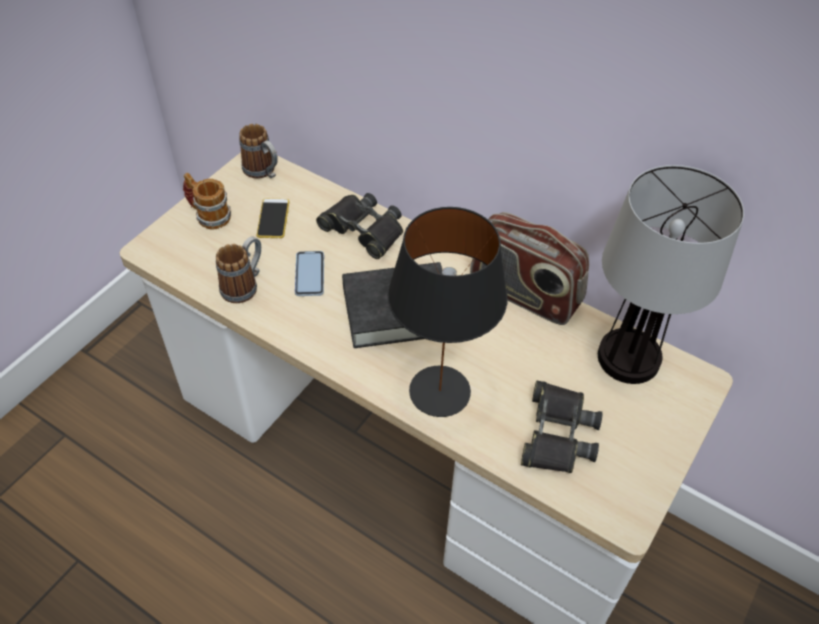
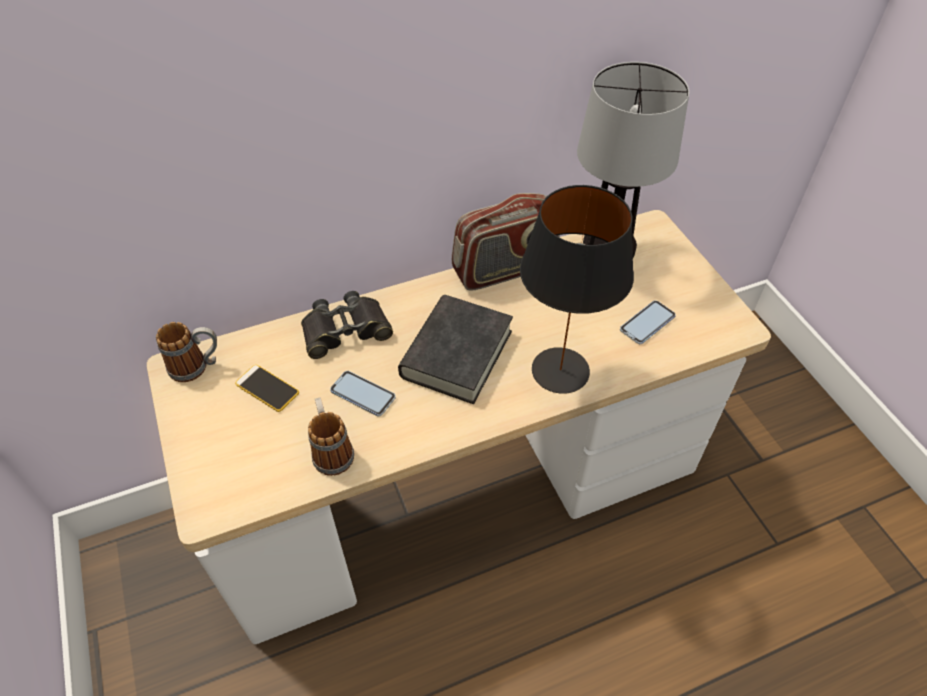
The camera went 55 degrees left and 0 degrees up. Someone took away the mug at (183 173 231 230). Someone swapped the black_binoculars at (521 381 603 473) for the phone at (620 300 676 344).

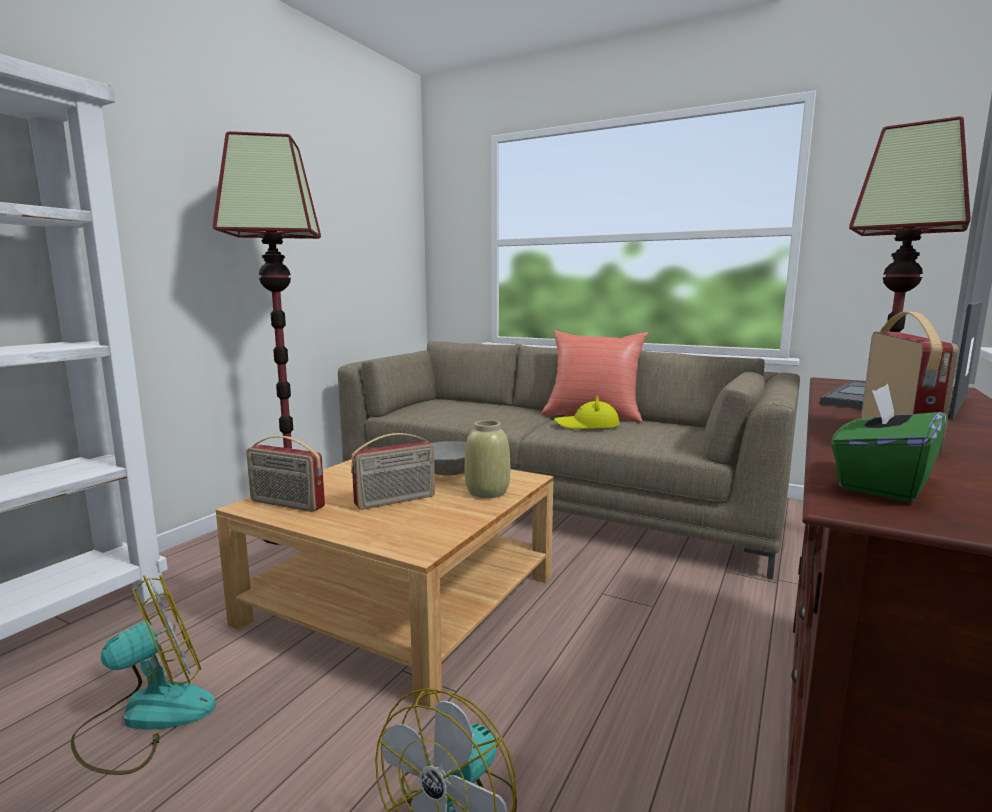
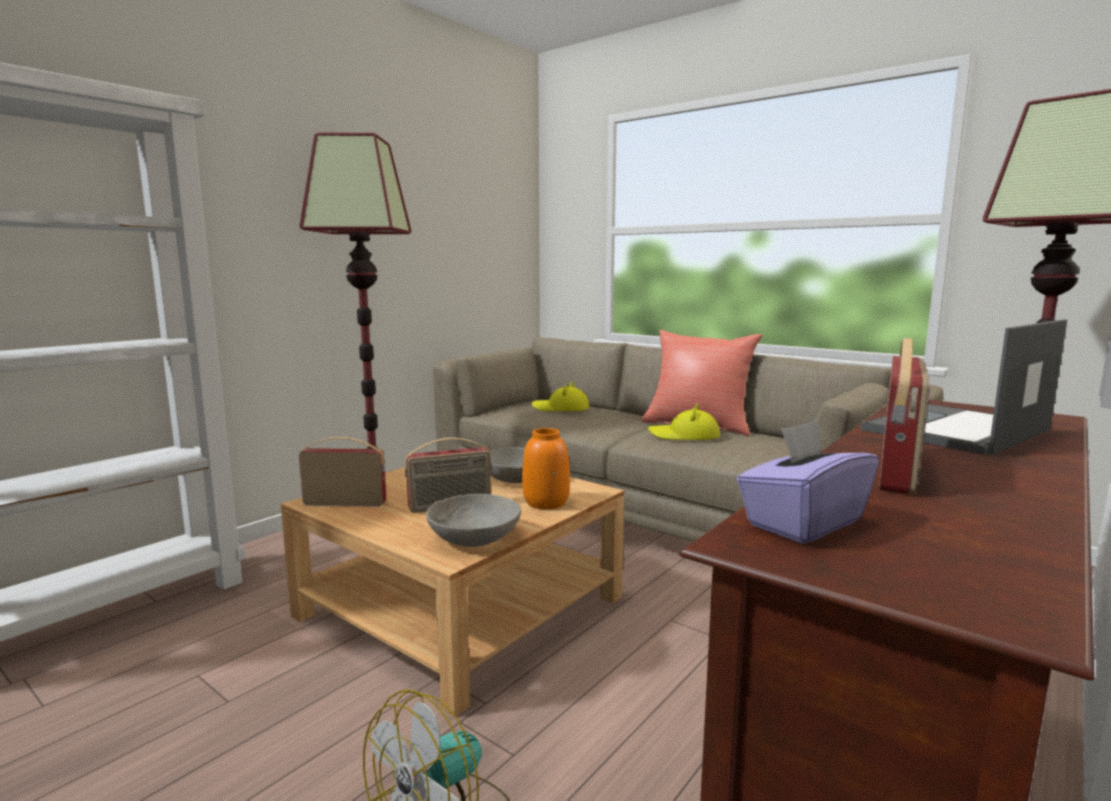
The camera went 10 degrees right and 0 degrees up. Someone took away the fan at (71 575 216 775). Someone rotated the radio at (246 436 325 512) by 150 degrees clockwise. Someone repainted the beige_vase at (465 420 510 498), which became the orange_vase at (522 428 570 510). Someone repainted the green_tissue_box at (831 383 947 502), which became the purple_tissue_box at (737 420 879 544). Someone put down the grey_bowl at (426 494 521 547). Someone put down the yellow_hat at (532 382 590 411).

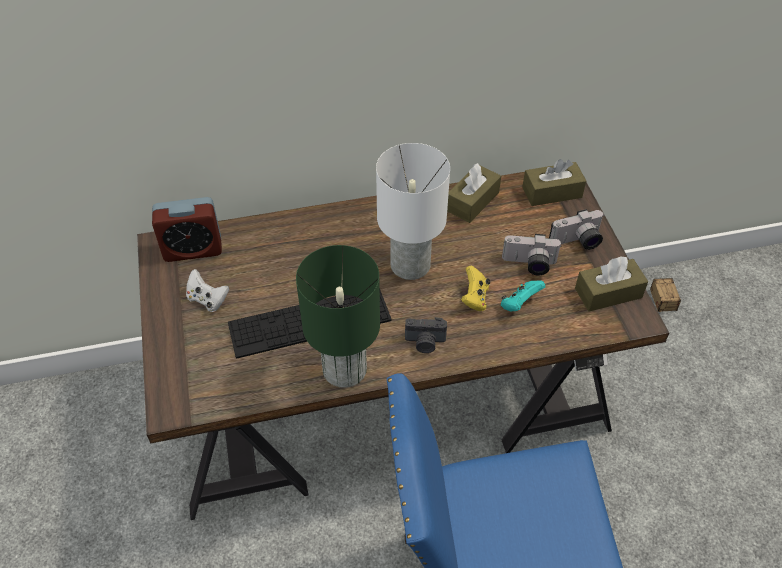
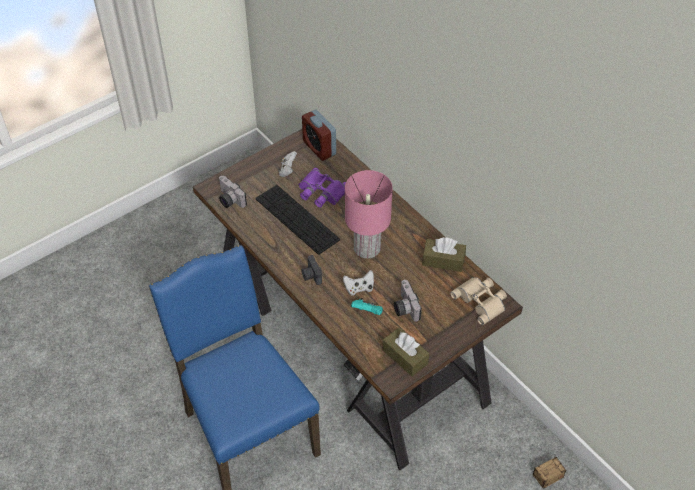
The camera went 65 degrees right and 0 degrees up. Someone took away the green_table_lamp at (296 245 380 388). Someone repainted the white_table_lamp at (376 143 450 280), which became the pink_table_lamp at (345 170 393 258). Someone repainted the yellow_game_controller at (461 266 490 311), which became the white_game_controller at (343 270 374 295). Someone swapped the brown_tissue_box at (522 159 586 206) for the beige_binoculars at (450 277 507 325). Someone carried the photo_camera from (549 209 603 250) to (219 175 247 208). Someone put down the purple_binoculars at (299 168 346 207).

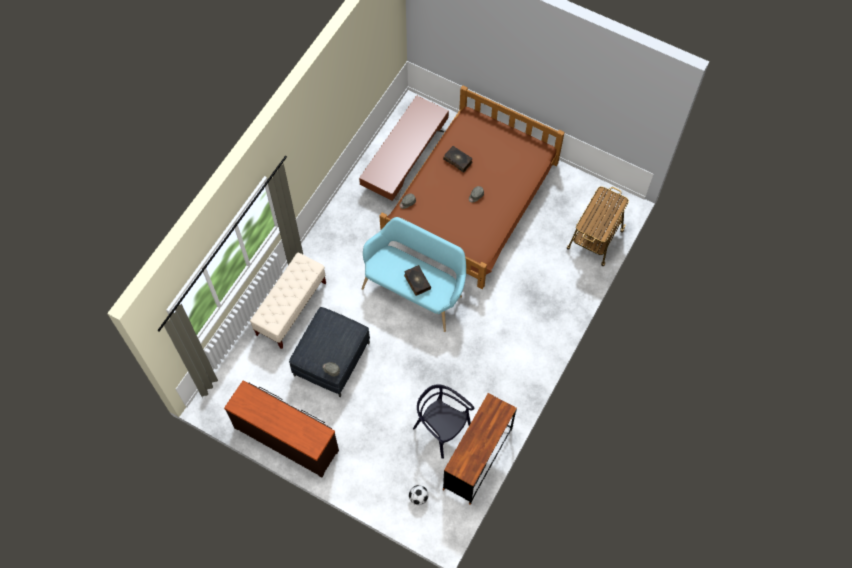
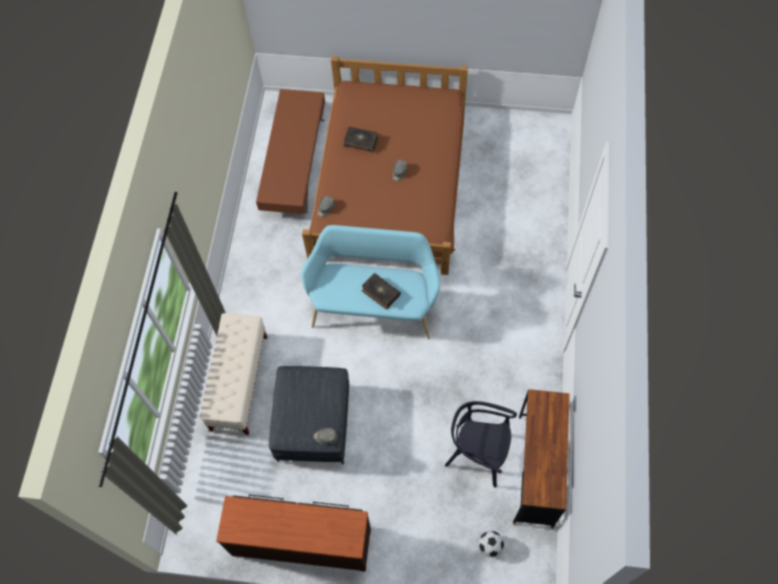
The camera went 20 degrees left and 0 degrees up. Someone took away the cart at (567 186 629 266).

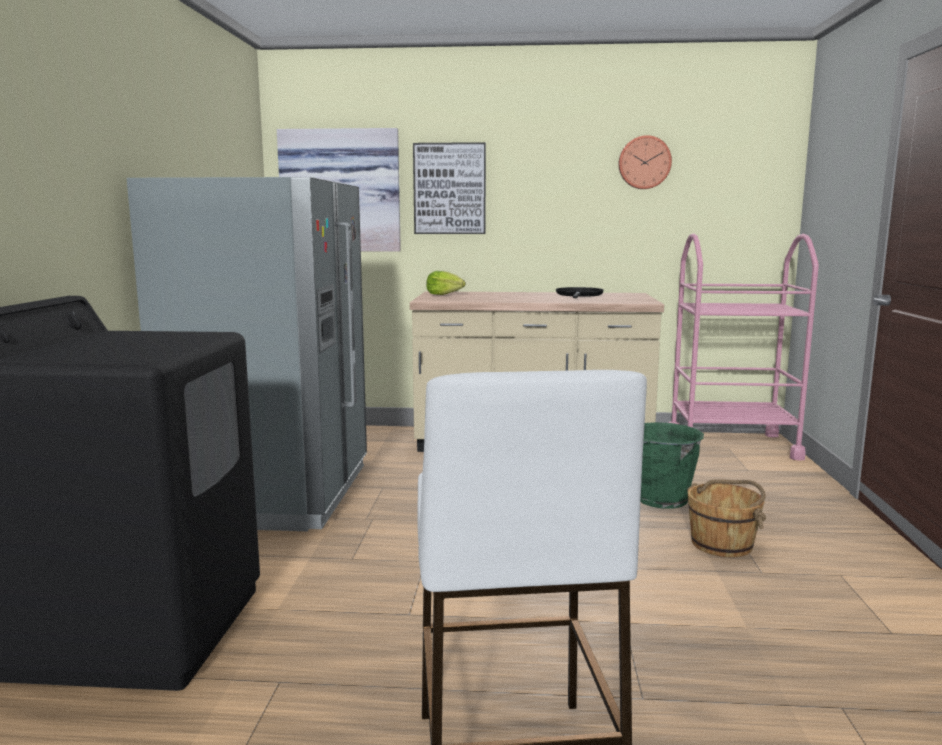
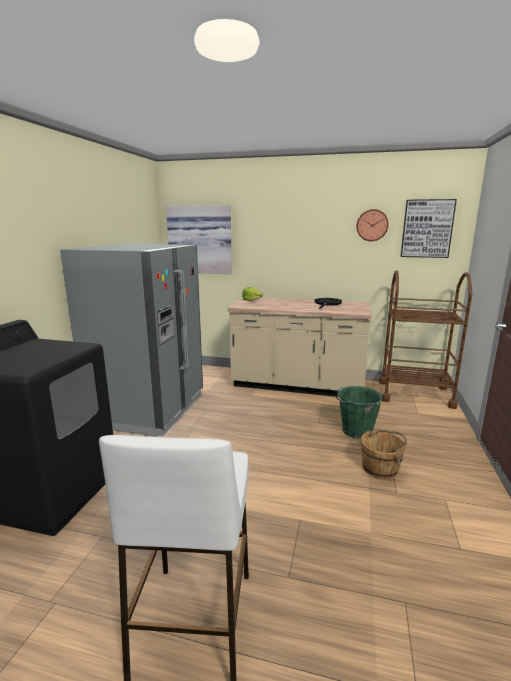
The camera went 10 degrees right and 5 degrees up. Someone carried the picture from (413 142 486 234) to (401 199 457 258). Someone repainted the pink_cart at (668 233 819 461), which became the brown_cart at (379 271 473 409).

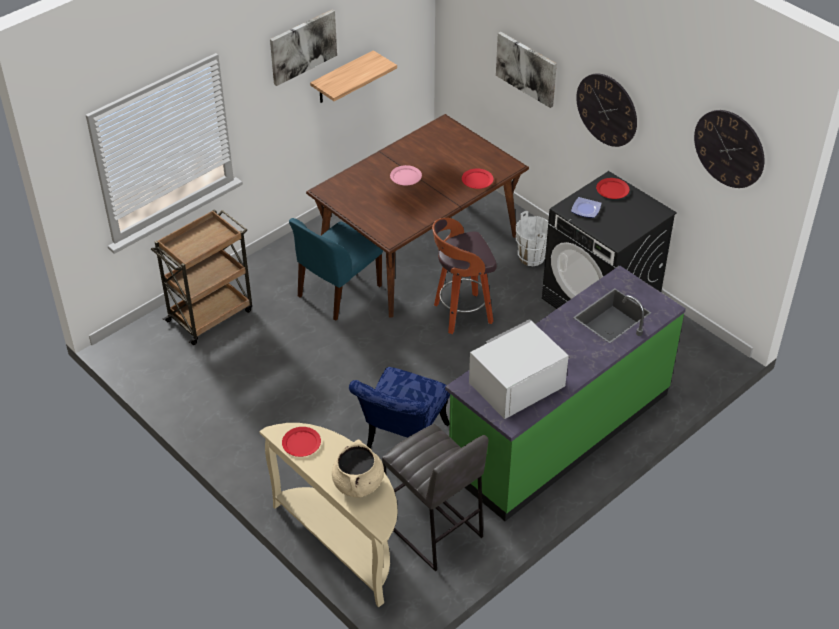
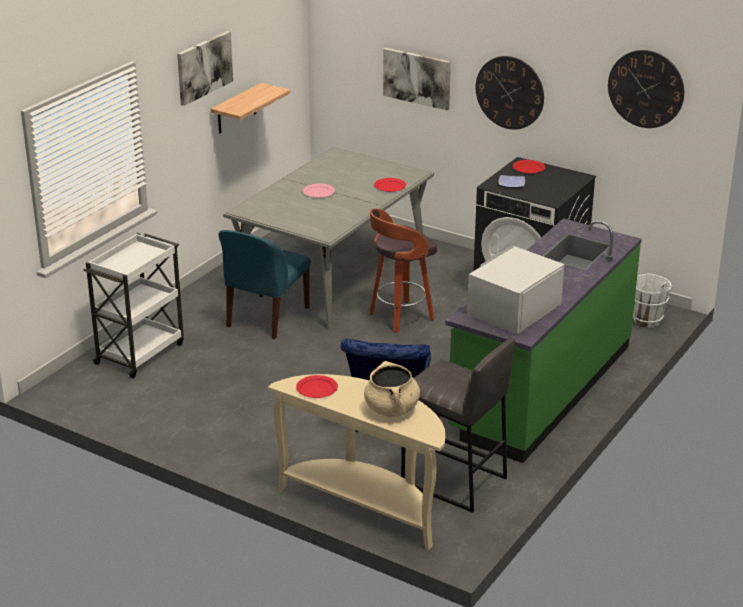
The camera went 15 degrees left and 15 degrees down. Someone repainted the brown_cart at (151 209 252 345), which became the white_cart at (83 233 184 378). Someone repainted the brown_dining_table at (306 114 529 318), which became the grey_dining_table at (223 147 434 329). Someone carried the white_bucket from (516 211 549 266) to (633 269 672 327).

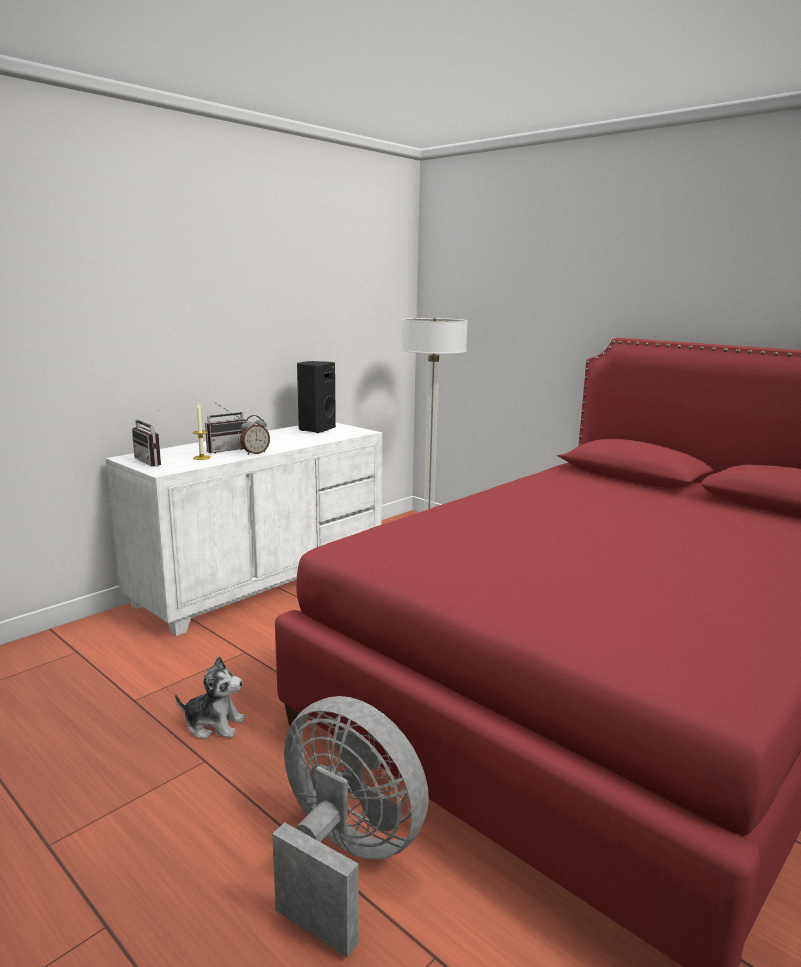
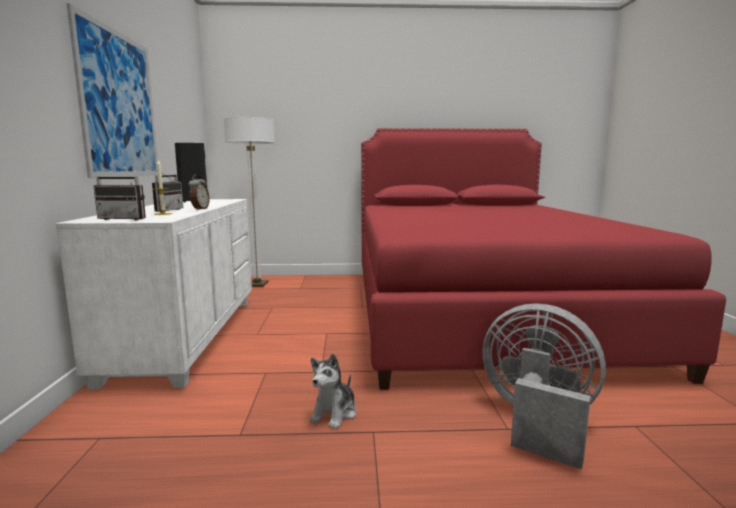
The camera went 45 degrees left and 5 degrees down. Someone rotated the plush_toy at (175 656 245 739) by 150 degrees clockwise. Someone rotated the grey_fan at (272 696 429 958) by 45 degrees clockwise. Someone put up the picture at (67 3 158 178).

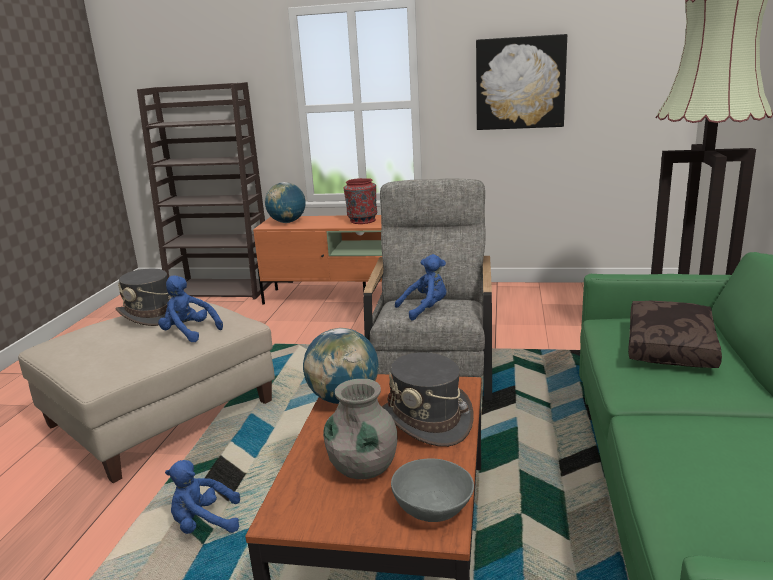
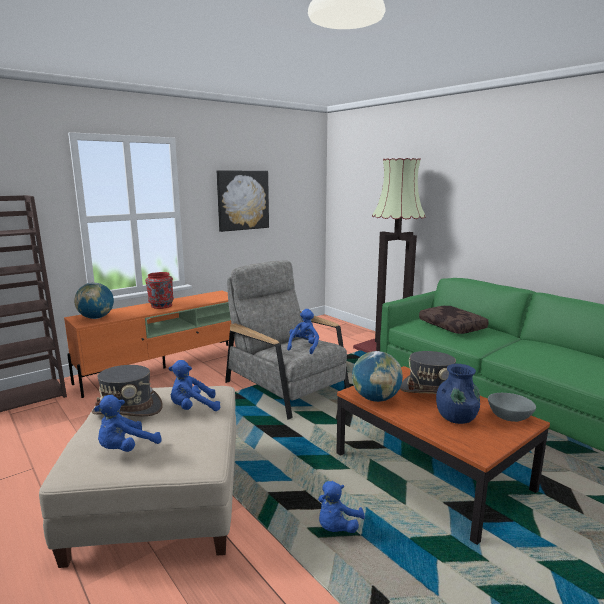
The camera went 50 degrees left and 5 degrees down. Someone repainted the grey_vase at (323 379 397 479), which became the blue_vase at (436 364 480 424). Someone put down the blue_plush_toy at (94 395 162 452).

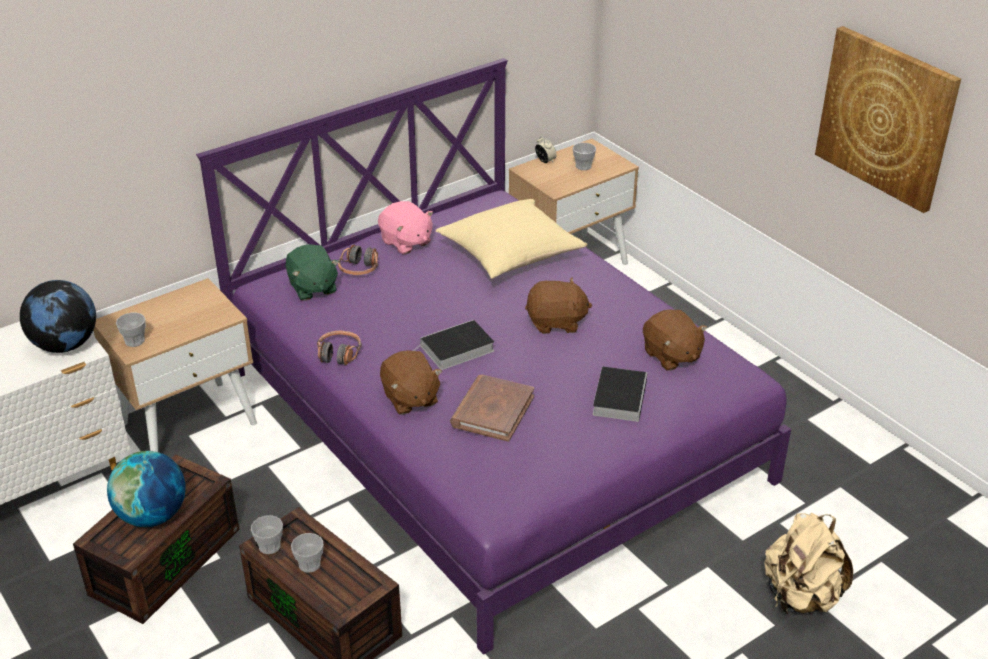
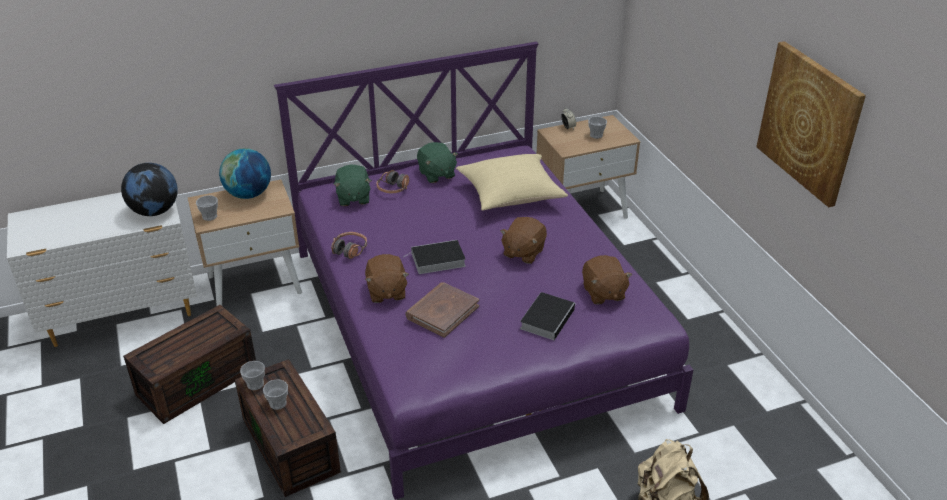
The camera went 15 degrees right and 0 degrees up. Someone carried the globe from (107 451 186 527) to (219 148 271 199). Someone repainted the pink_plush_toy at (378 201 433 254), which became the green_plush_toy at (417 142 458 183). Someone rotated the brown_plush_toy at (525 277 592 334) by 105 degrees clockwise.

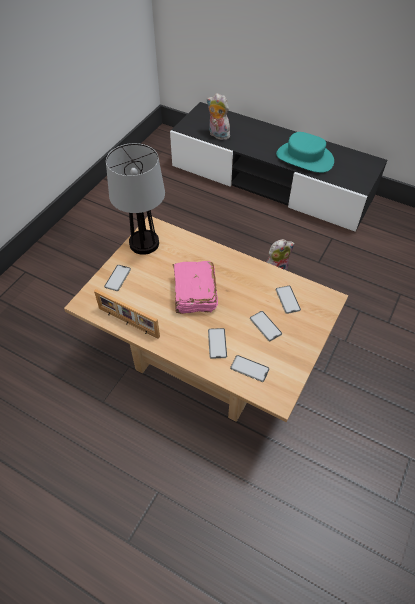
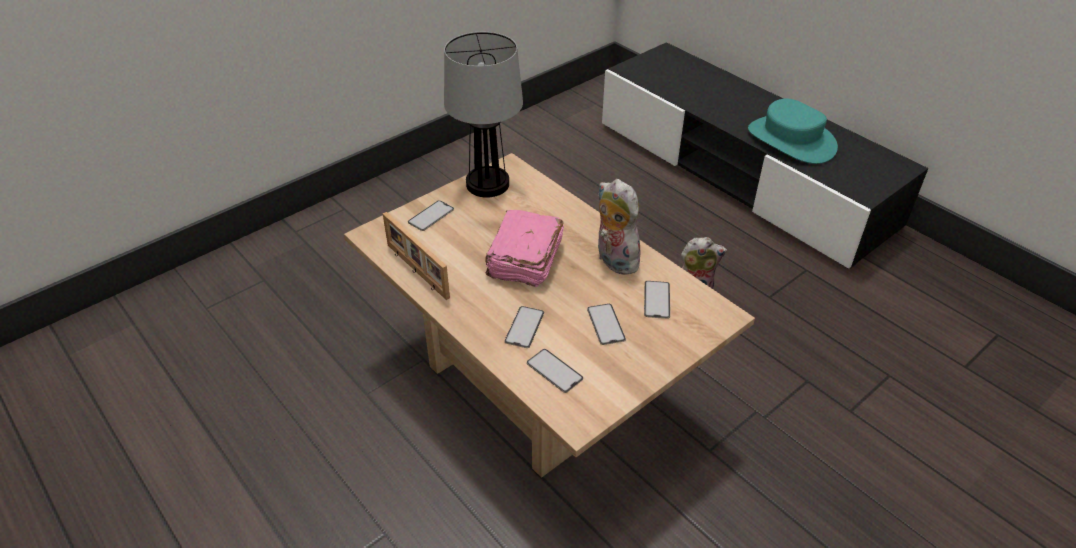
The camera went 20 degrees right and 10 degrees down. Someone carried the plush_toy from (207 93 230 140) to (598 179 641 275).

